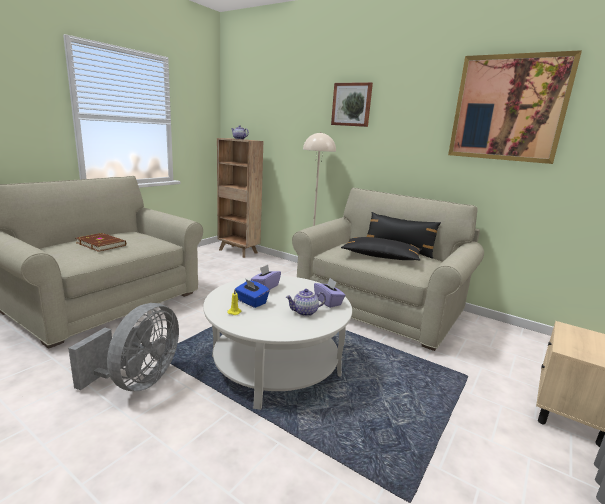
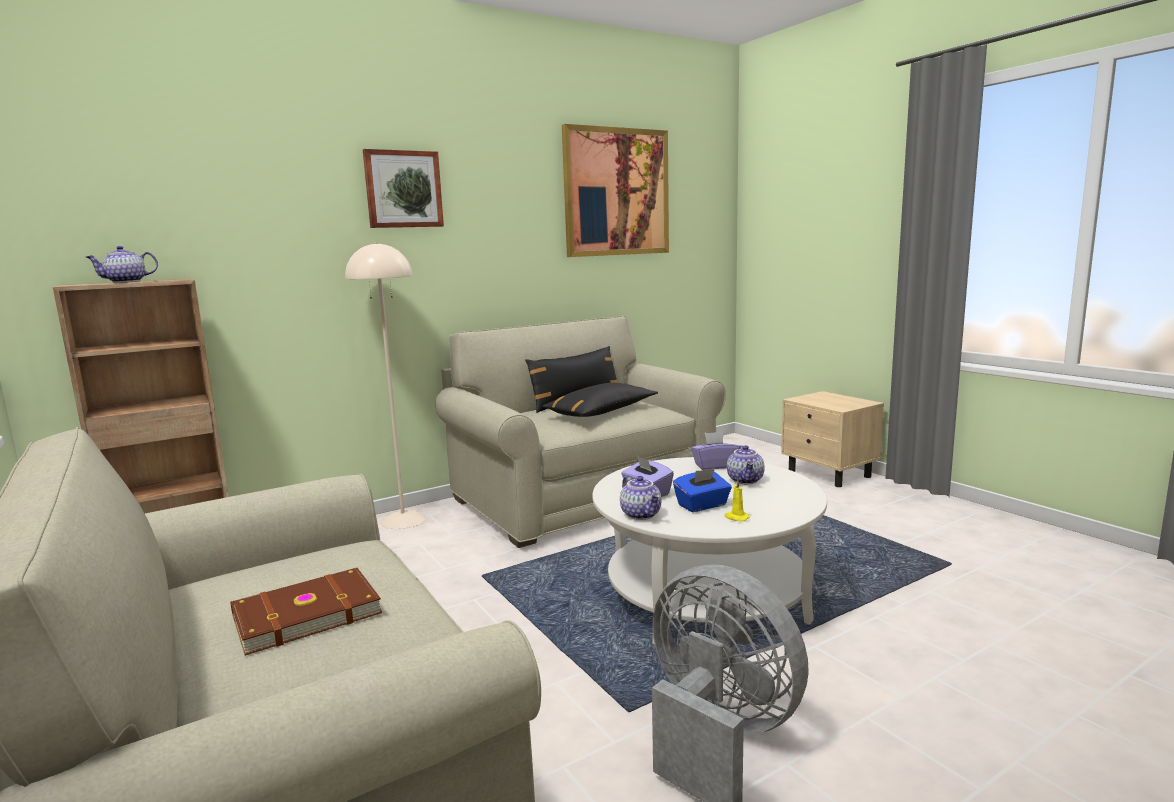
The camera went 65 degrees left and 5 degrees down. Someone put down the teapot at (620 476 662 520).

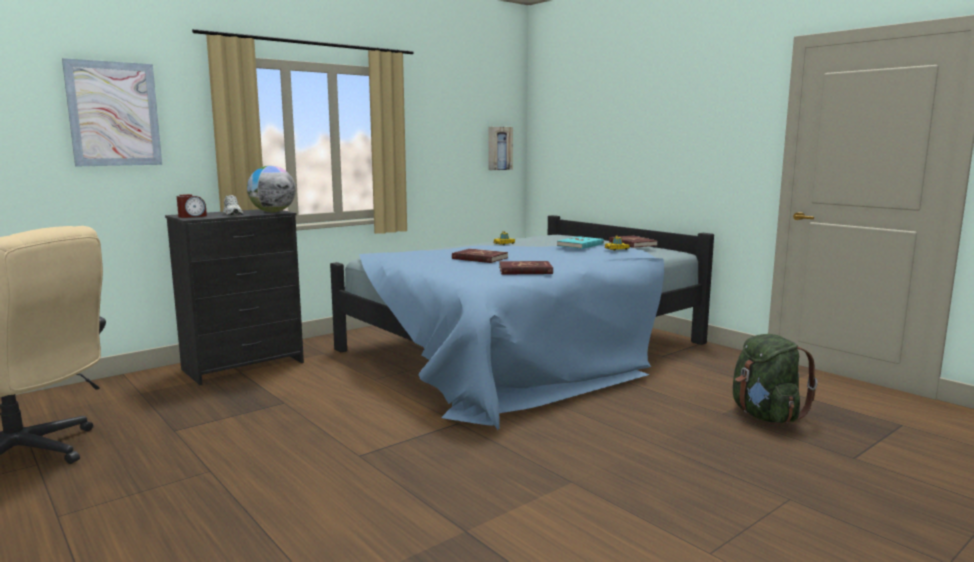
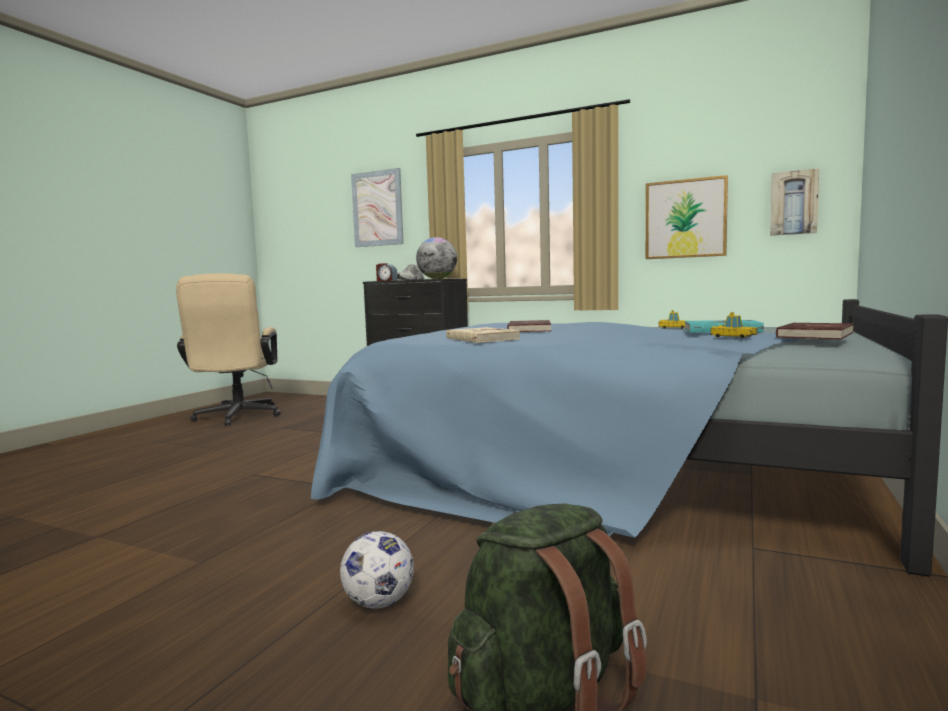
The camera went 65 degrees right and 5 degrees down. Someone repainted the red_book at (499 261 553 275), which became the beige_book at (446 327 520 343). Someone put down the football at (340 531 414 608). Someone put up the picture at (646 175 728 259).

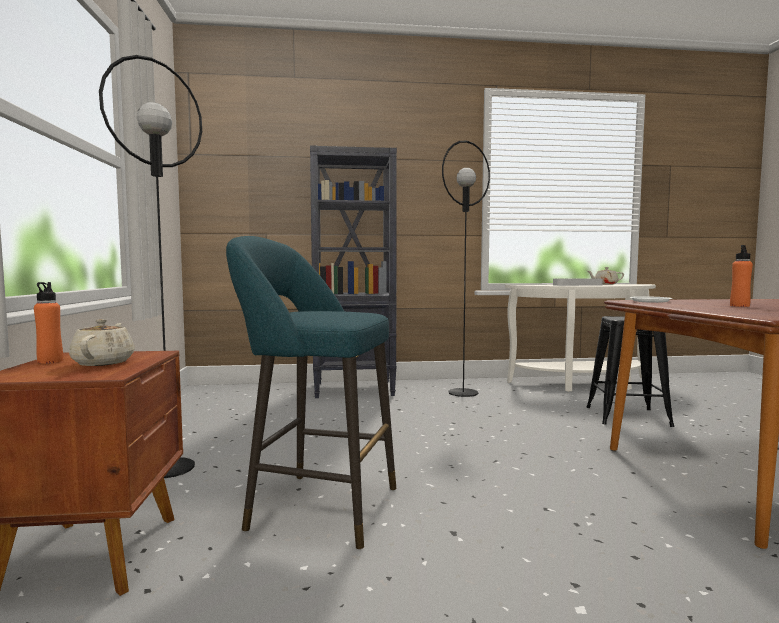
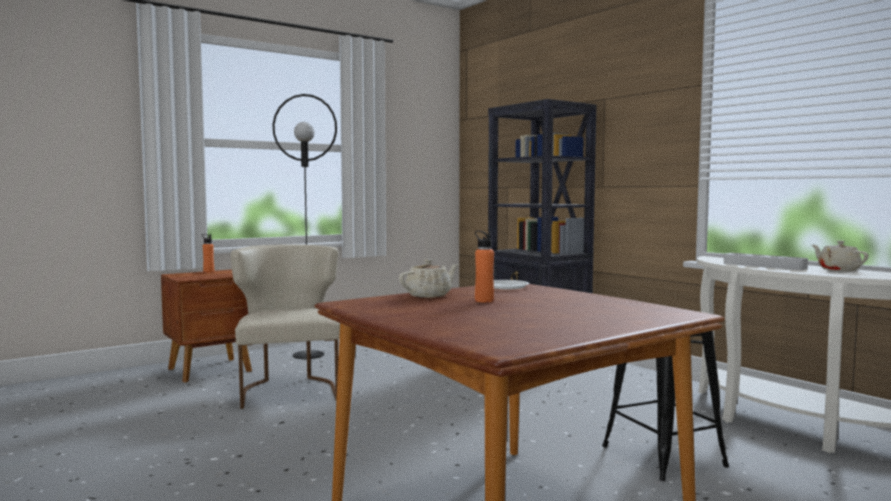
The camera went 60 degrees right and 0 degrees up. Someone carried the beige_teapot from (69 319 135 366) to (399 259 459 298). Someone swapped the turquoise_stool at (226 236 396 549) for the beige_chair at (230 245 340 409). Someone took away the black_floor_lamp at (442 141 490 397).

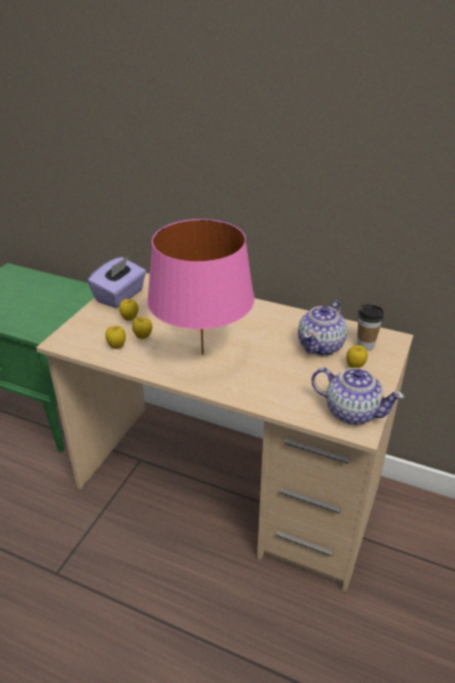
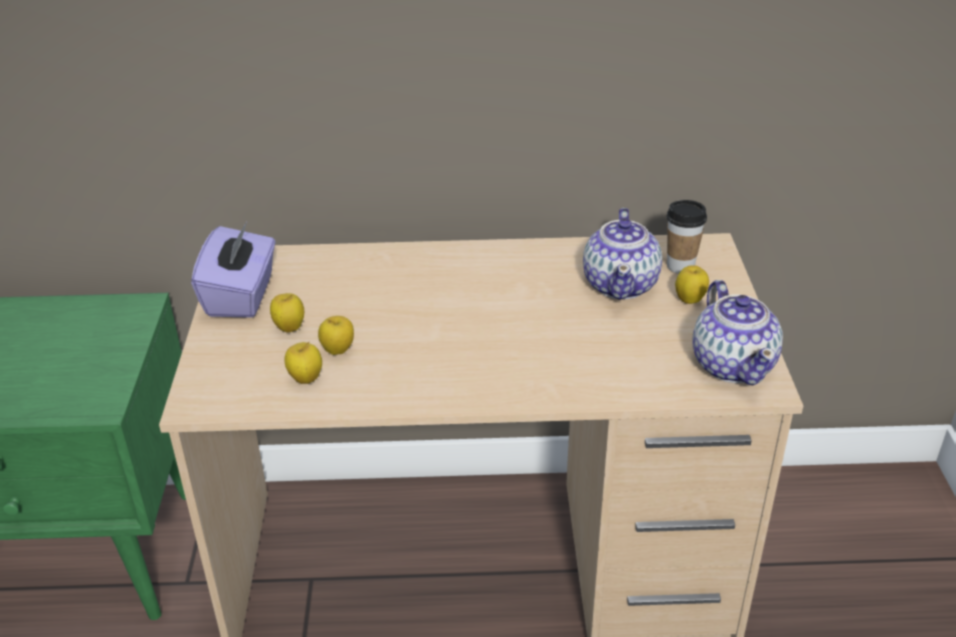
The camera went 25 degrees left and 0 degrees up. Someone took away the pink_table_lamp at (147 219 255 355). Someone rotated the teapot at (311 368 404 425) by 75 degrees clockwise.

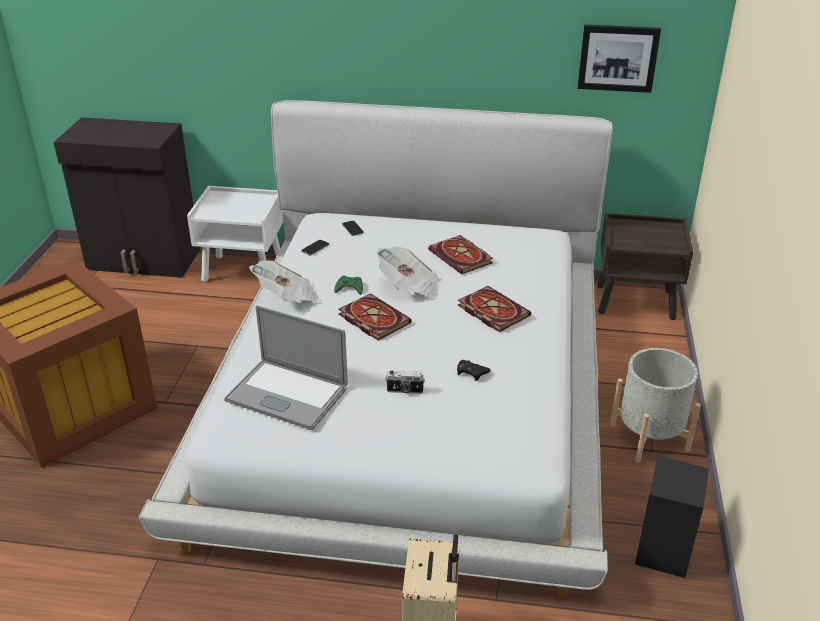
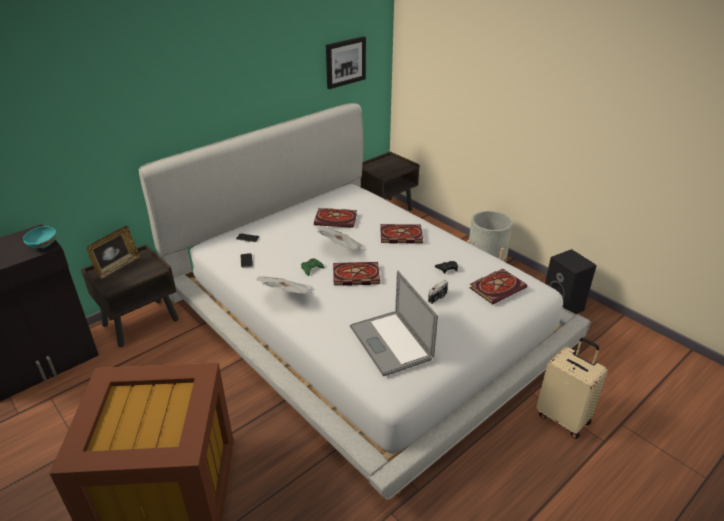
The camera went 50 degrees left and 0 degrees up. Someone repainted the white_nightstand at (187 186 283 282), which became the brown_nightstand at (81 244 179 347). Someone rotated the laptop at (224 306 348 430) by 90 degrees clockwise. Someone put down the turquoise_bowl at (23 226 57 248). Someone put down the picture_frame at (86 226 141 279). Someone put down the book at (469 269 527 304).

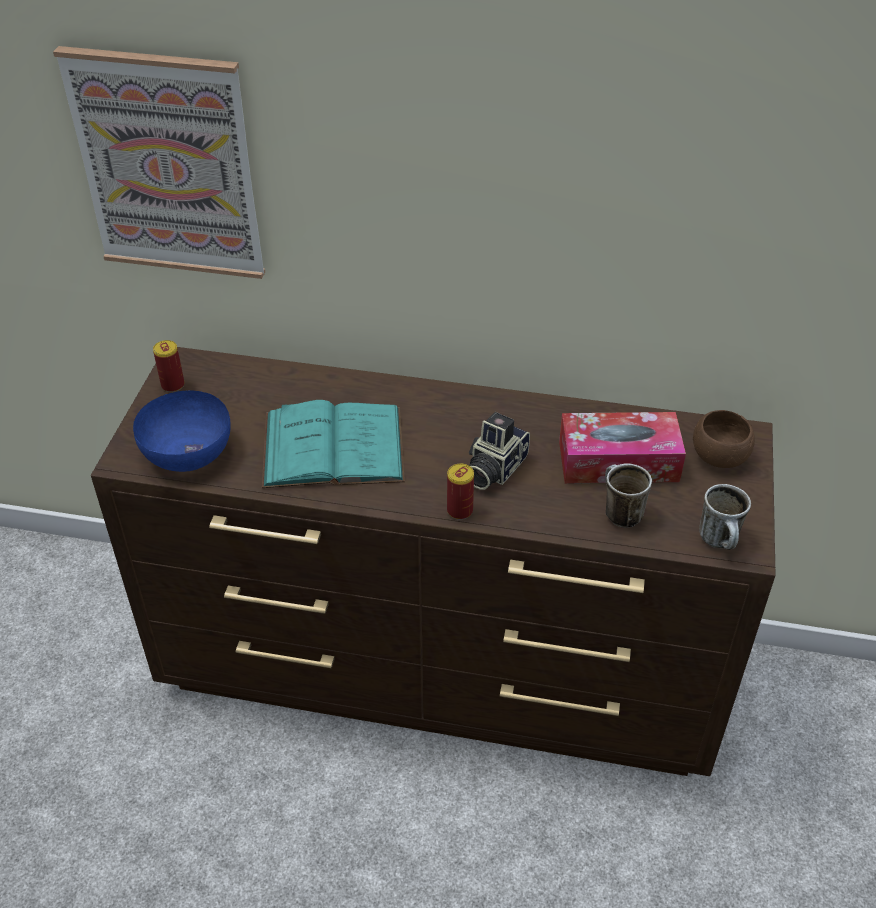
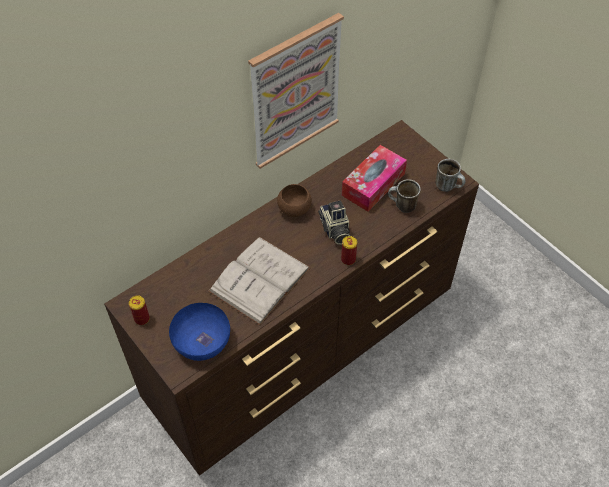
The camera went 50 degrees left and 10 degrees up. Someone carried the picture from (53 46 265 279) to (248 13 344 169). Someone repainted the turquoise_book at (262 400 405 488), which became the white_book at (208 237 311 325). Someone carried the brown_bowl from (693 410 755 468) to (277 184 312 217).

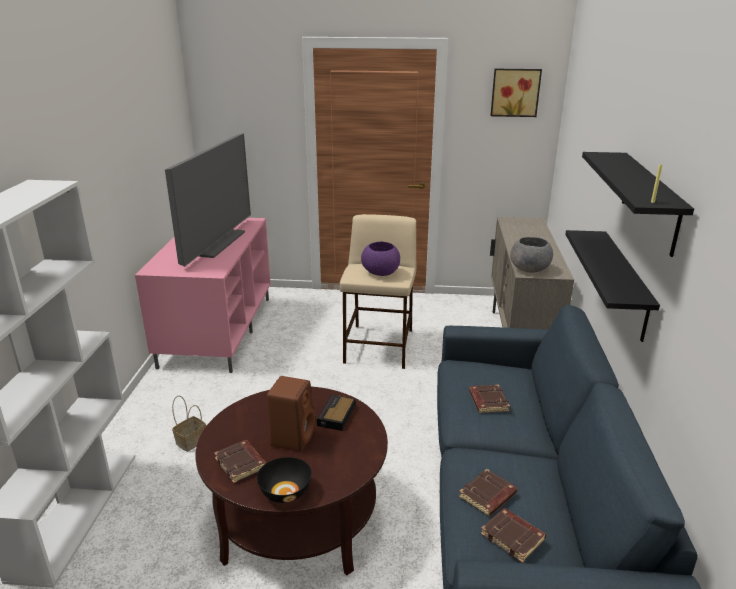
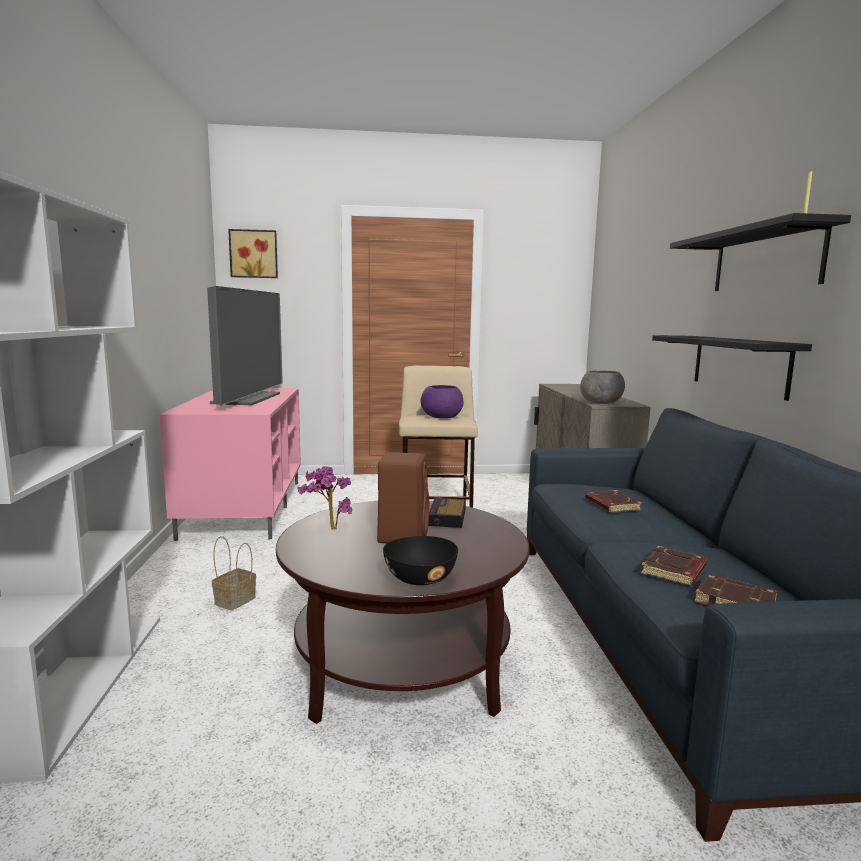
The camera went 10 degrees left and 15 degrees down. Someone took away the brown_book at (214 440 266 483). Someone carried the picture from (490 69 542 117) to (228 229 278 278). Someone put down the potted_plant at (298 466 352 530).

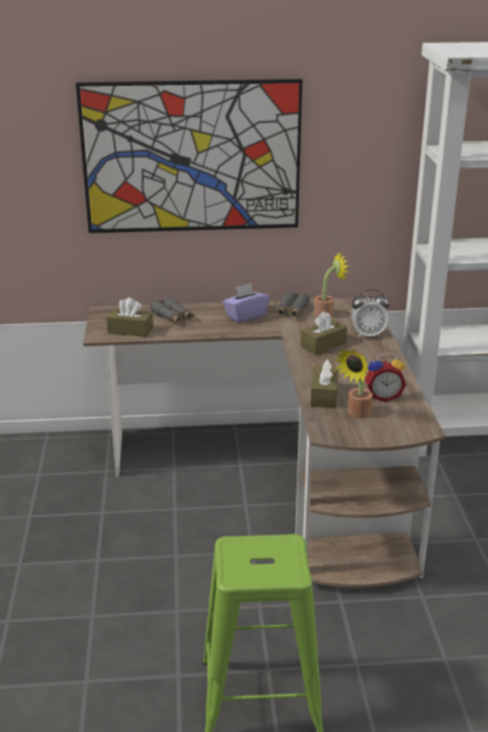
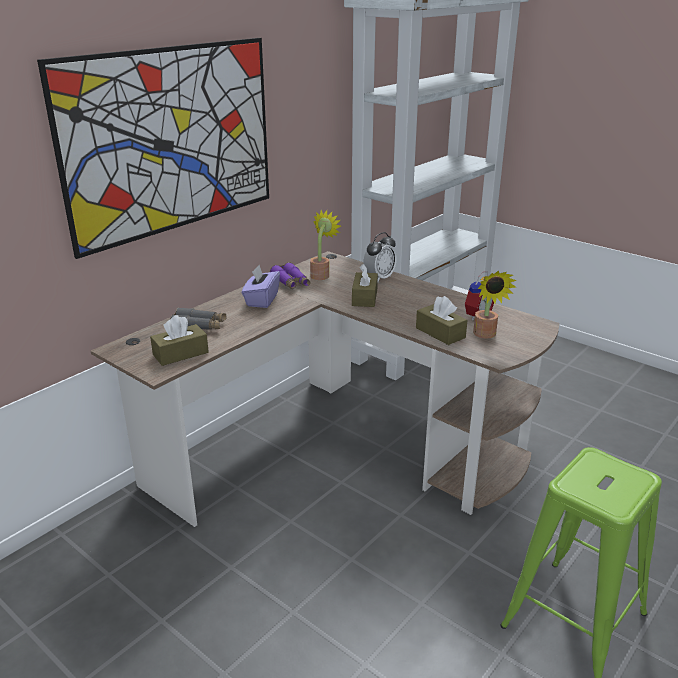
The camera went 45 degrees left and 0 degrees up. Someone repainted the grey_binoculars at (276 291 310 318), which became the purple_binoculars at (270 262 311 289).

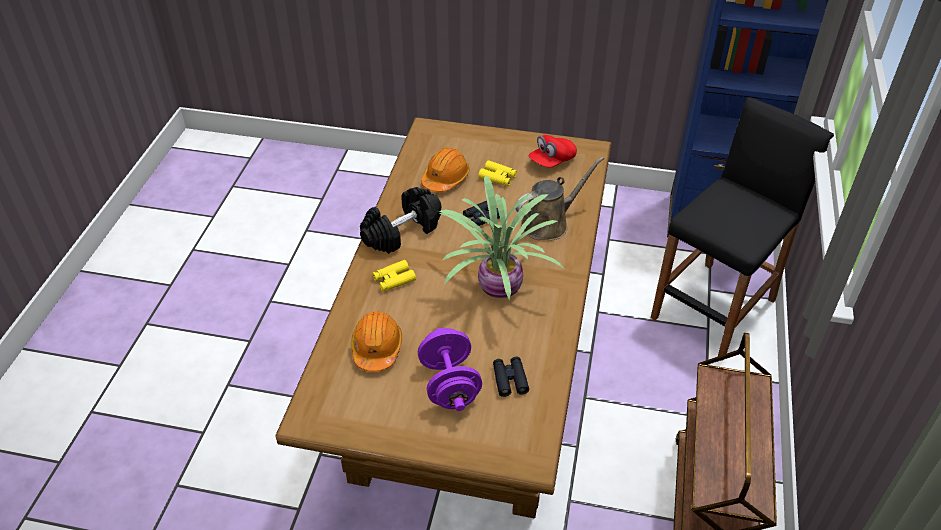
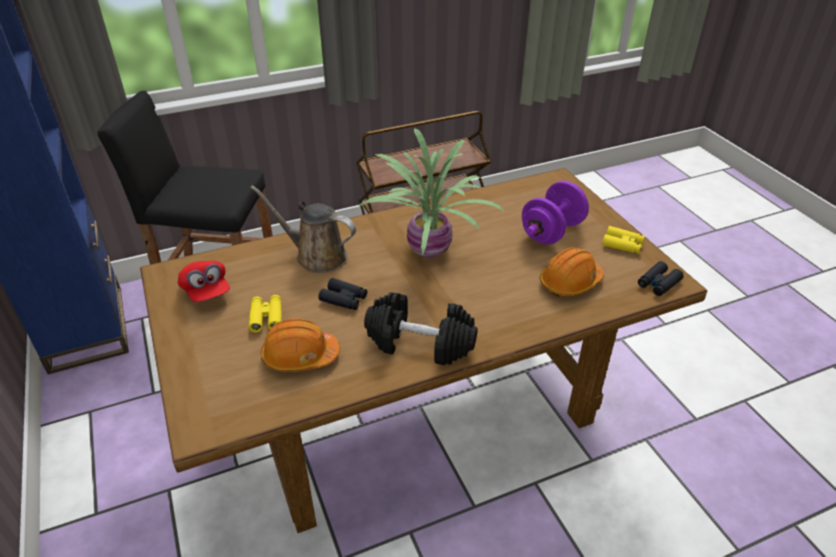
The camera went 125 degrees left and 5 degrees down. Someone carried the yellow_binoculars from (373 260 416 291) to (602 226 645 254). Someone carried the black_binoculars from (493 357 529 397) to (638 261 684 296). Someone rotated the red_cap at (529 135 577 168) by 45 degrees clockwise.

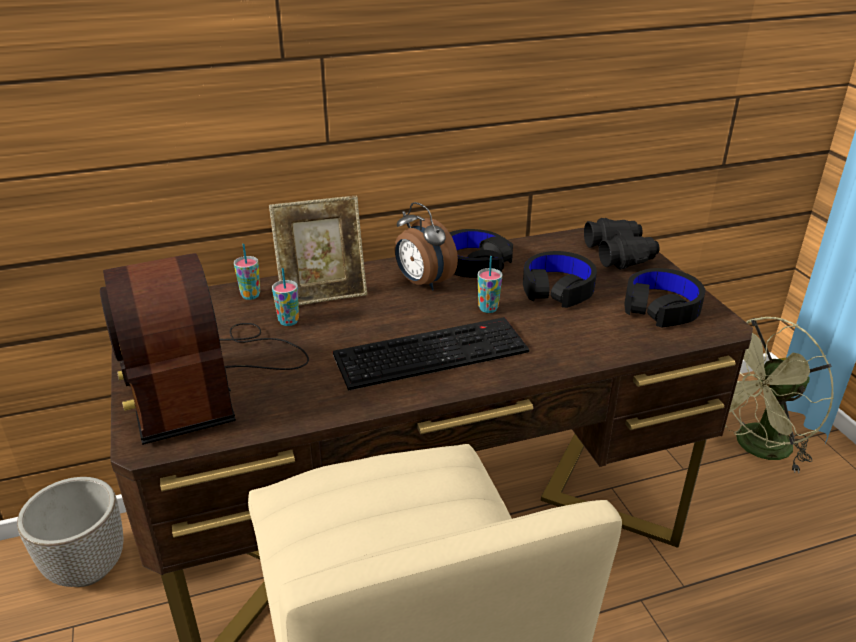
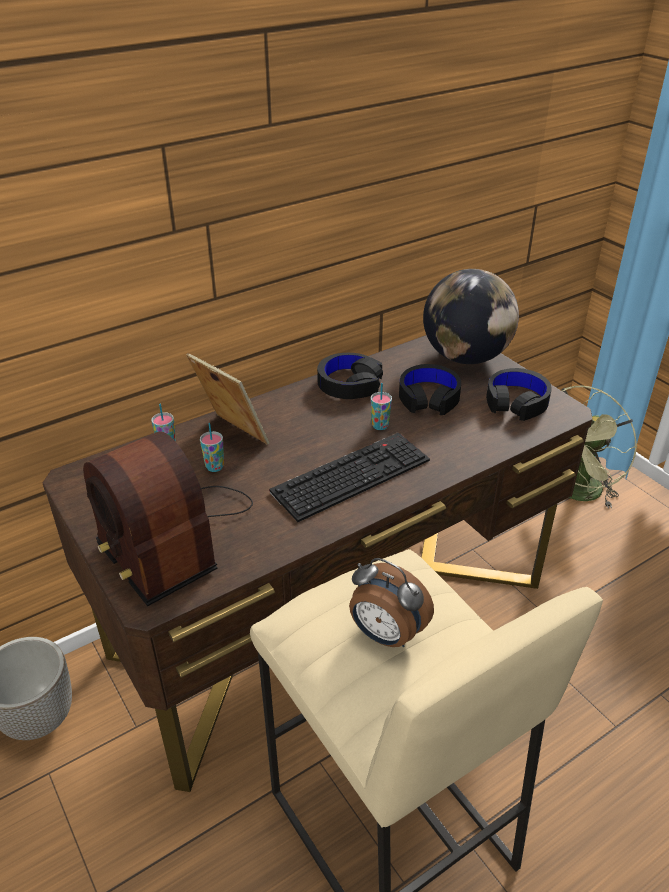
The camera went 15 degrees left and 5 degrees up. Someone rotated the picture_frame at (269 196 367 305) by 105 degrees counterclockwise. Someone carried the alarm_clock from (394 202 458 291) to (349 558 434 647). Someone swapped the black_binoculars at (584 218 660 270) for the globe at (423 269 519 364).

